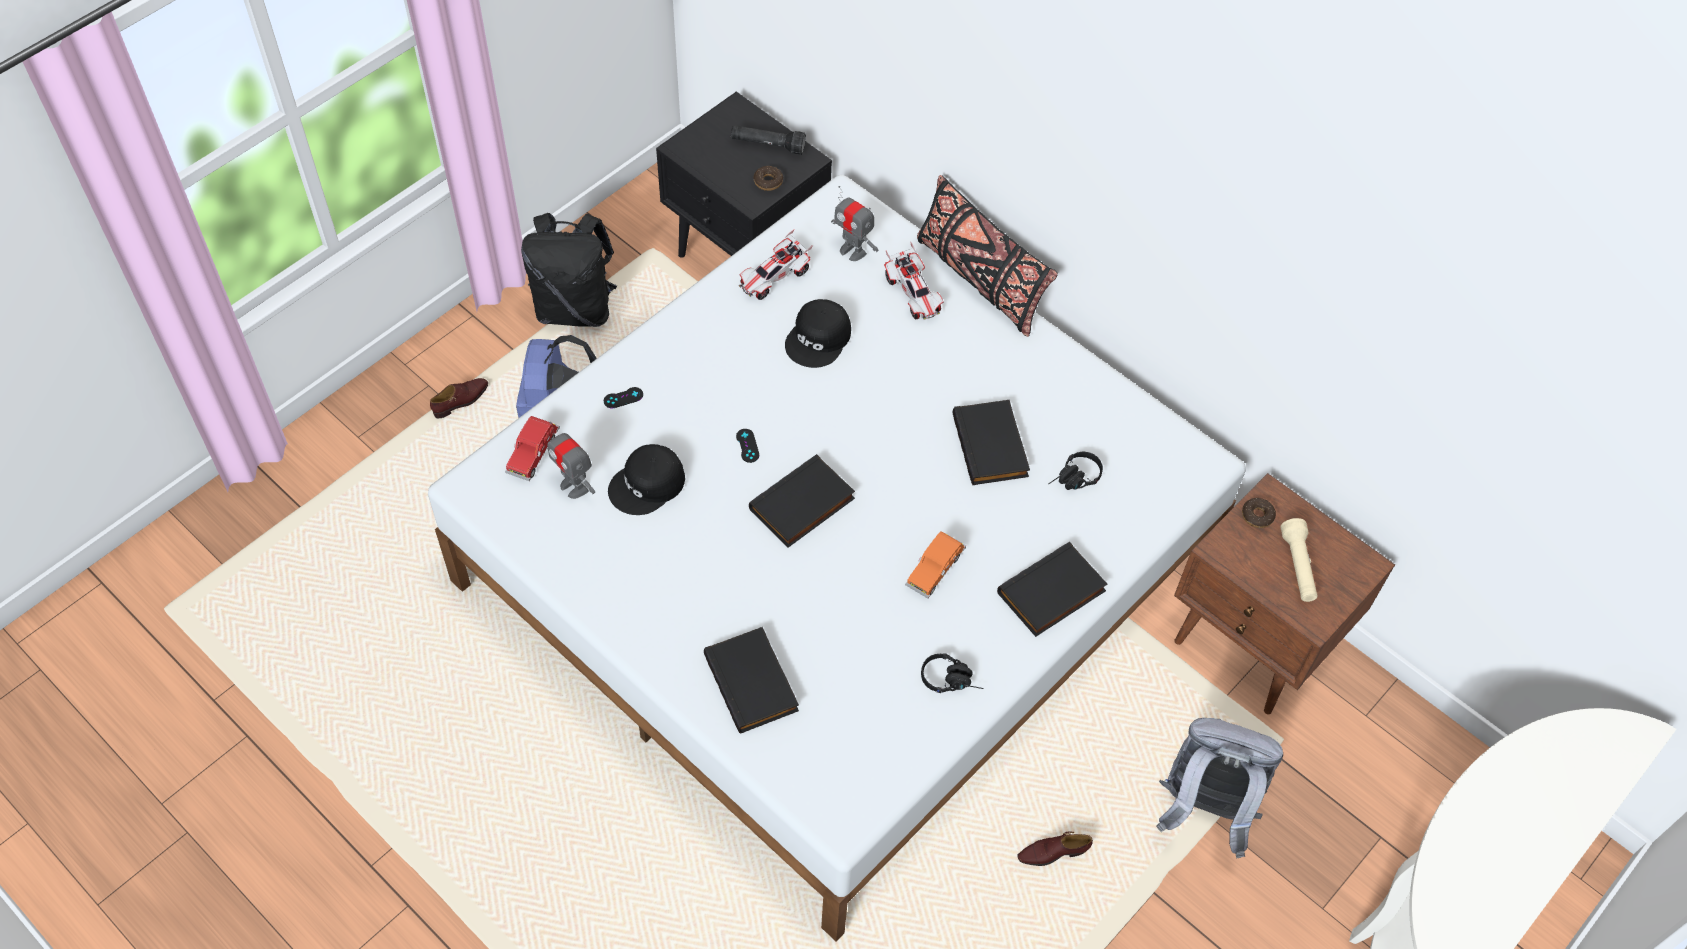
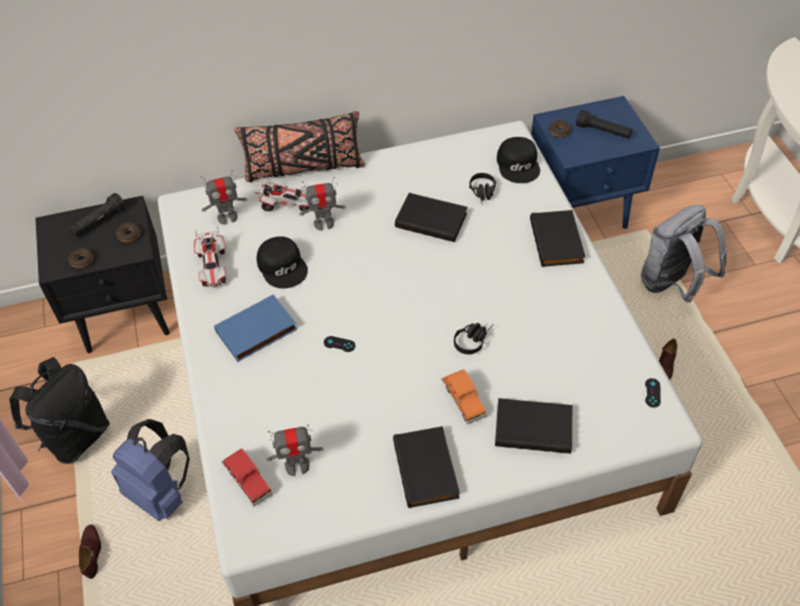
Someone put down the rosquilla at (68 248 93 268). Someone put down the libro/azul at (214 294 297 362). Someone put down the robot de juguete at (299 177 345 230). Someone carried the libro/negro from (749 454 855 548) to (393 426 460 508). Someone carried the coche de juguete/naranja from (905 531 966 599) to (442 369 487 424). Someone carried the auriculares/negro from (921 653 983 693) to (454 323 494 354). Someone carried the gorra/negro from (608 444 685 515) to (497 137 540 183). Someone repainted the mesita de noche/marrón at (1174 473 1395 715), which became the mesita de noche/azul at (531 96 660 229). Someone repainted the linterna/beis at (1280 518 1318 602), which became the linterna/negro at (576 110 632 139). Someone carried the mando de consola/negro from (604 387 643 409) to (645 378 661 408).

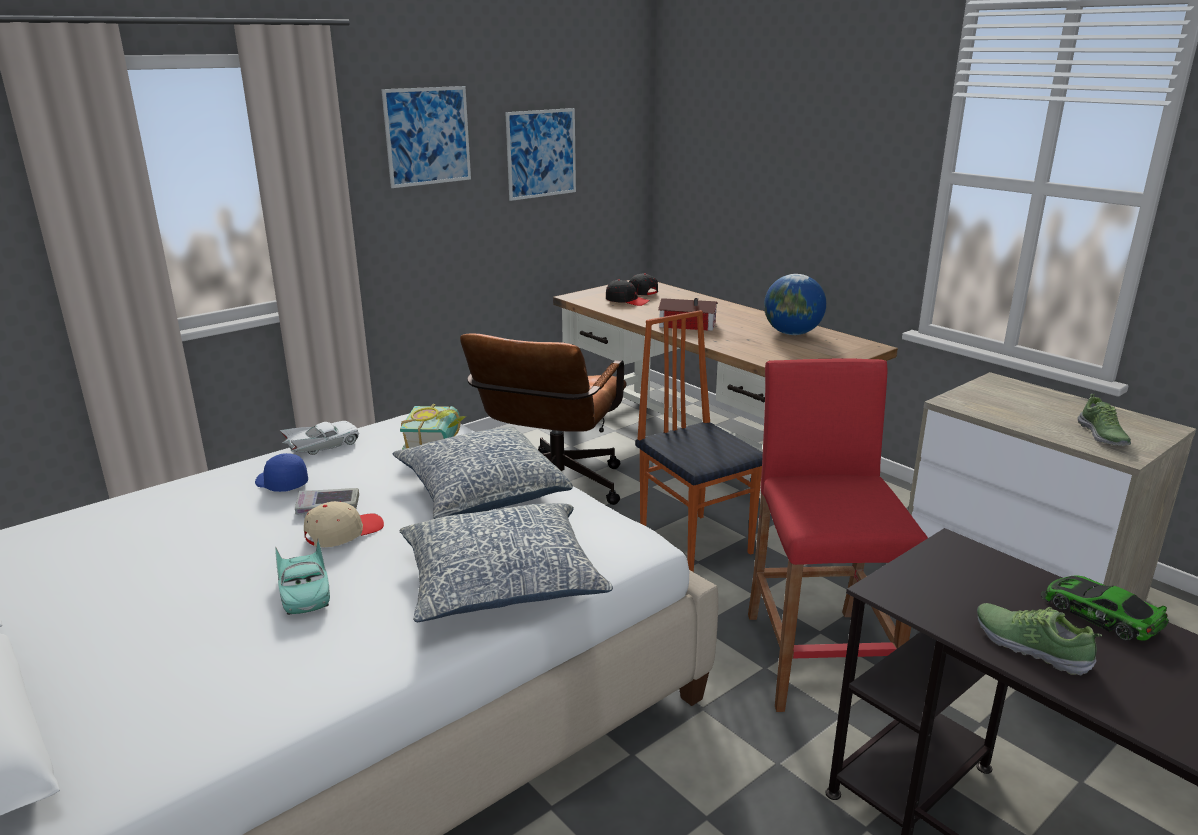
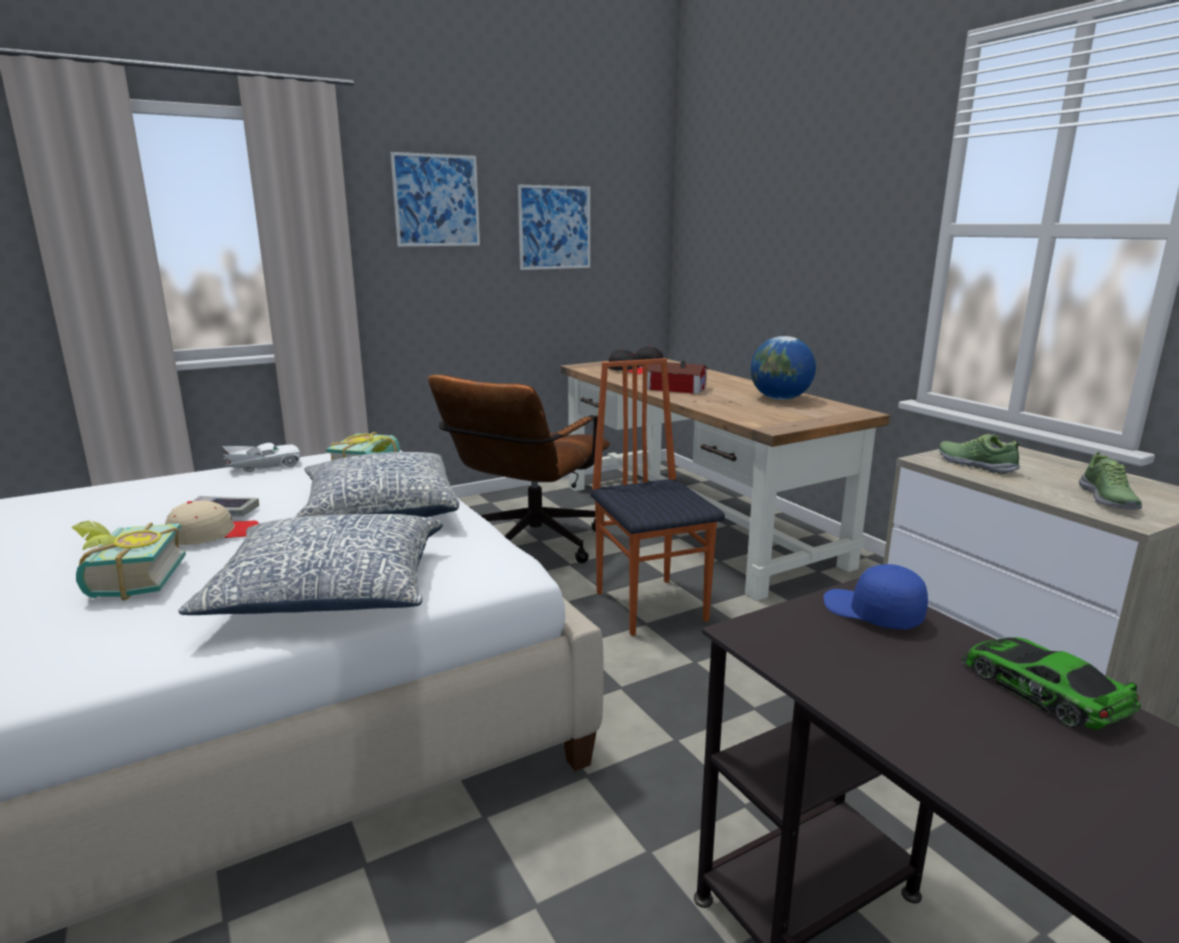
Someone swapped the coche de juguete/turquesa at (275 539 330 615) for the libro at (71 520 186 600). Someone carried the gorra/azul from (255 453 308 492) to (823 564 928 629). Someone carried the zapato from (977 603 1103 675) to (939 433 1022 474). Someone took away the taburete/rojo at (748 359 928 712).

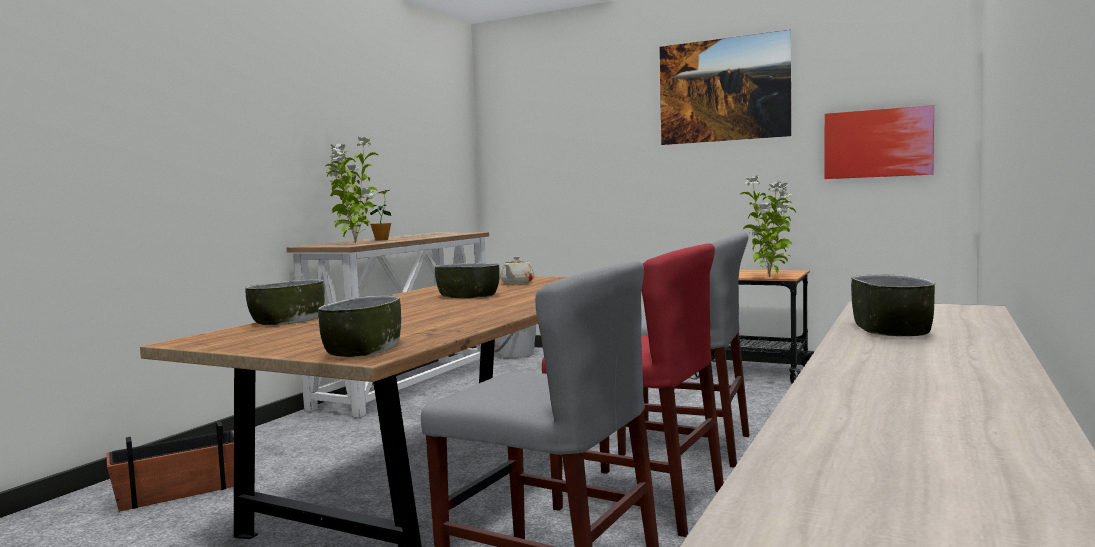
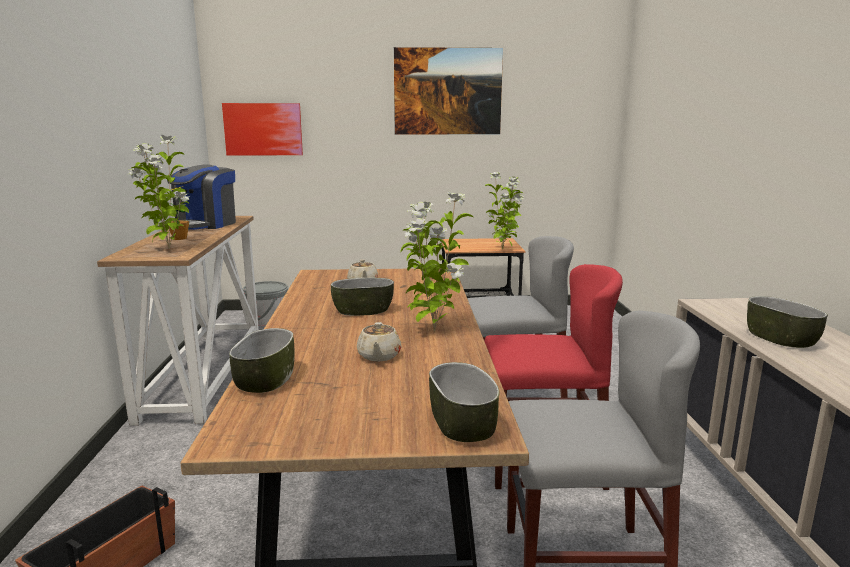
Someone put down the cafetera at (167 164 236 230). Someone carried the cuadro from (825 105 934 179) to (222 103 303 156). Someone put down the tetera/beis at (357 322 402 361). Someone put down the planta en maceta at (401 191 473 331).

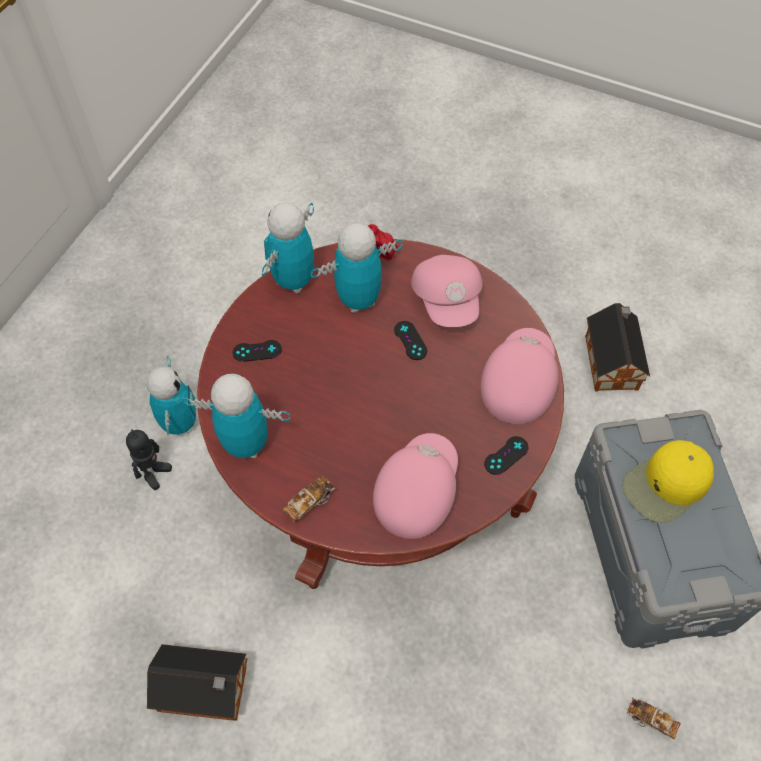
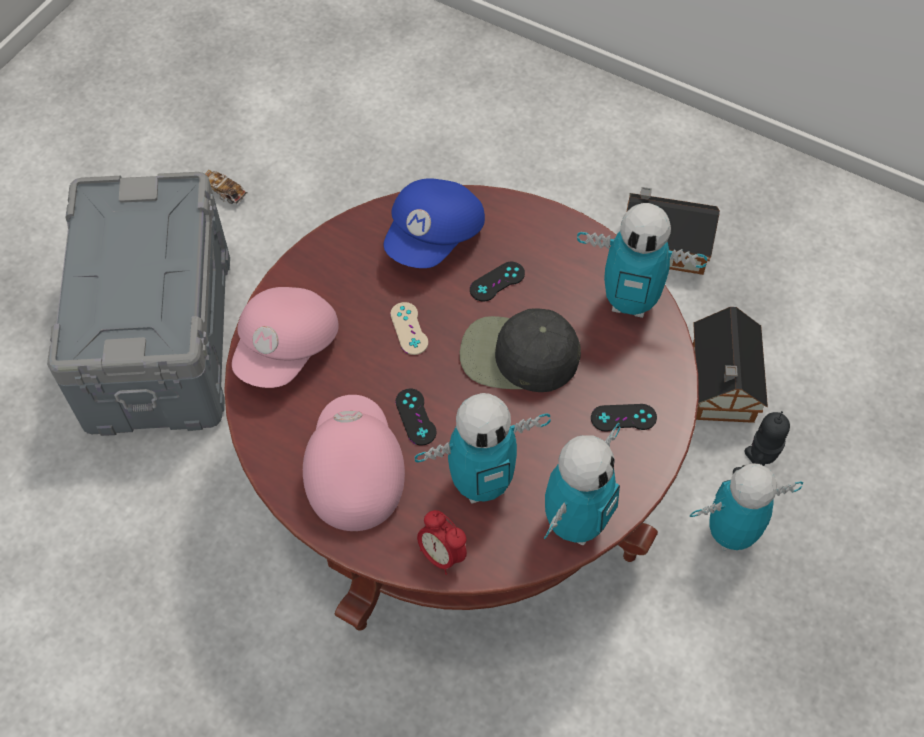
Someone repainted the gorra/rosa at (373 433 458 539), which became the gorra/azul at (383 178 485 268). Someone put down the mando de consola/beis at (390 302 428 355). Someone put down the gorra/negro at (460 308 581 392). Someone carried the mando de consola/negro from (484 436 529 475) to (470 262 525 302). Someone rotated the robot de juguete at (146 356 196 435) by 75 degrees clockwise. Someone carried the casita from (585 303 650 392) to (693 307 768 423). Someone took away the coche de juguete at (283 475 337 523). Someone took away the gorra/amarillo at (622 440 714 523).

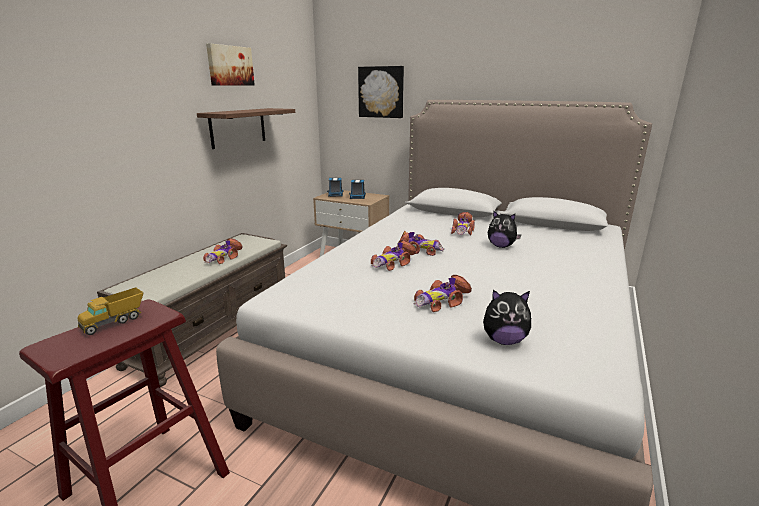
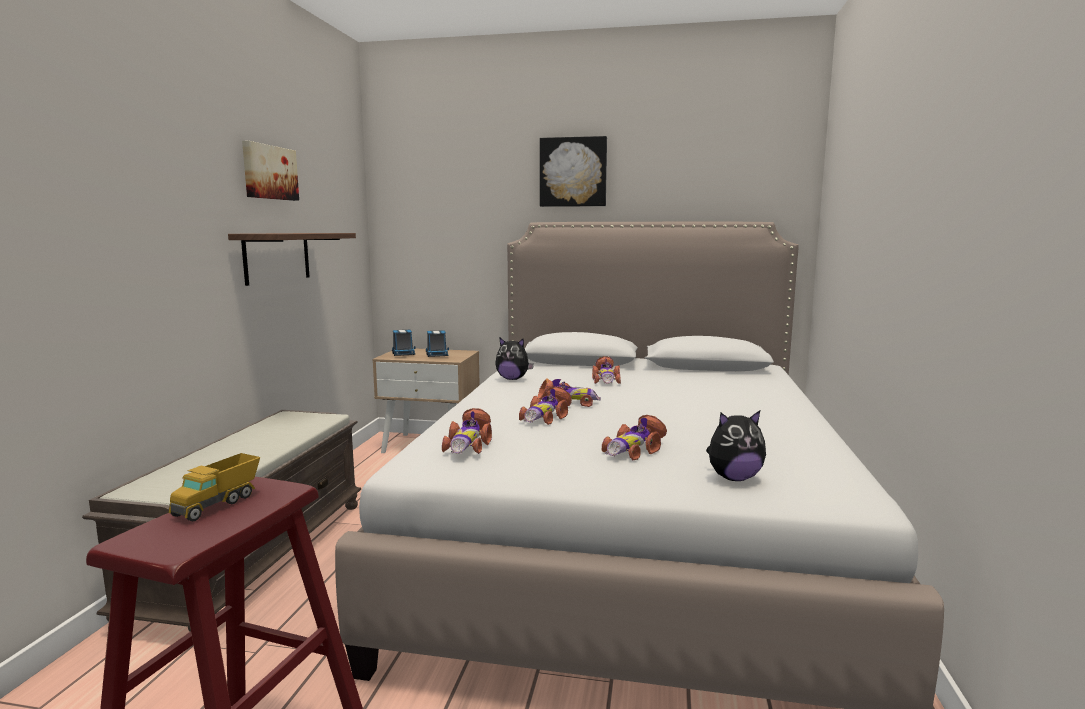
Someone carried the coche de juguete from (203 238 242 264) to (442 408 492 454). Someone carried the peluche from (488 210 521 248) to (495 337 534 380). Someone carried the cuadro from (358 66 404 118) to (540 136 607 207).

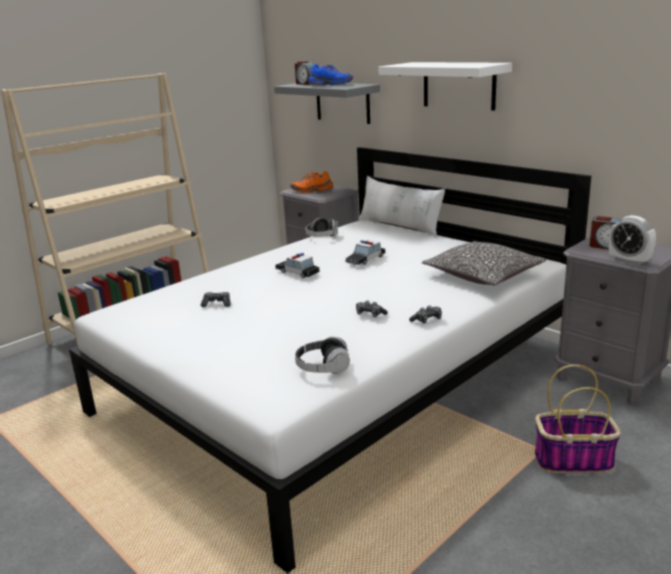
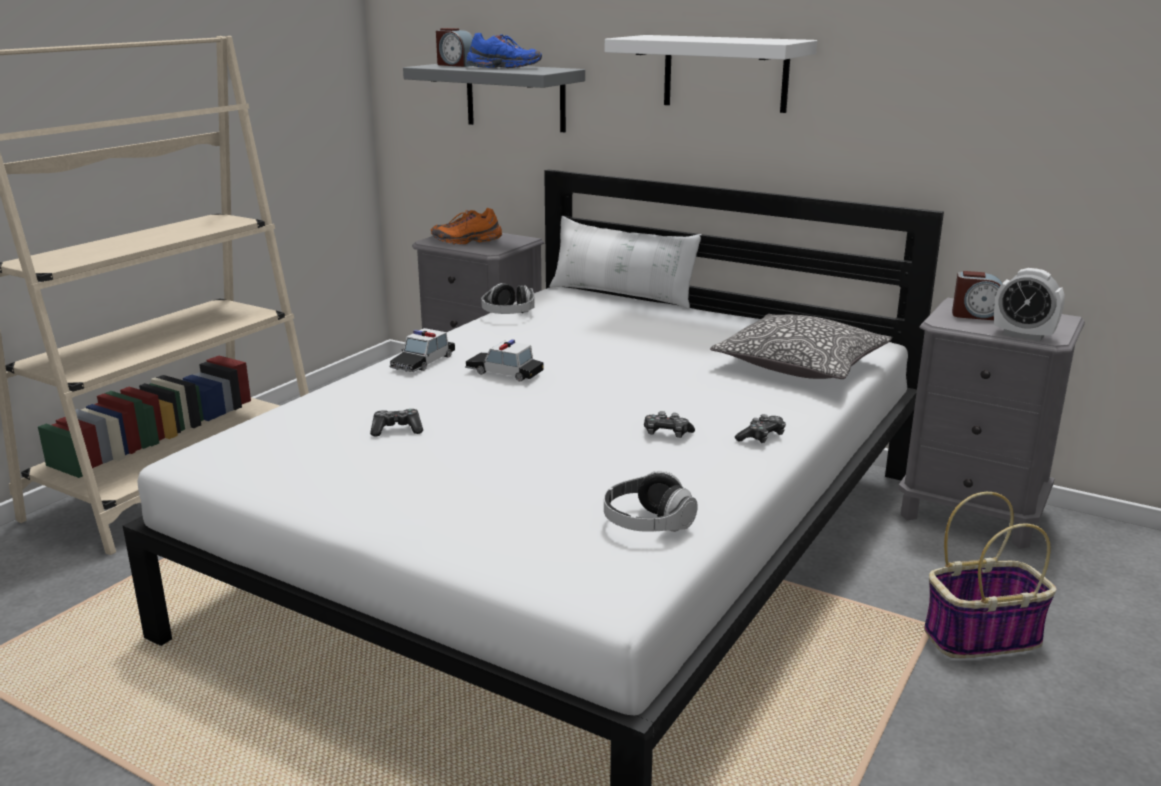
Someone carried the coche de juguete from (345 239 385 265) to (390 328 455 372).

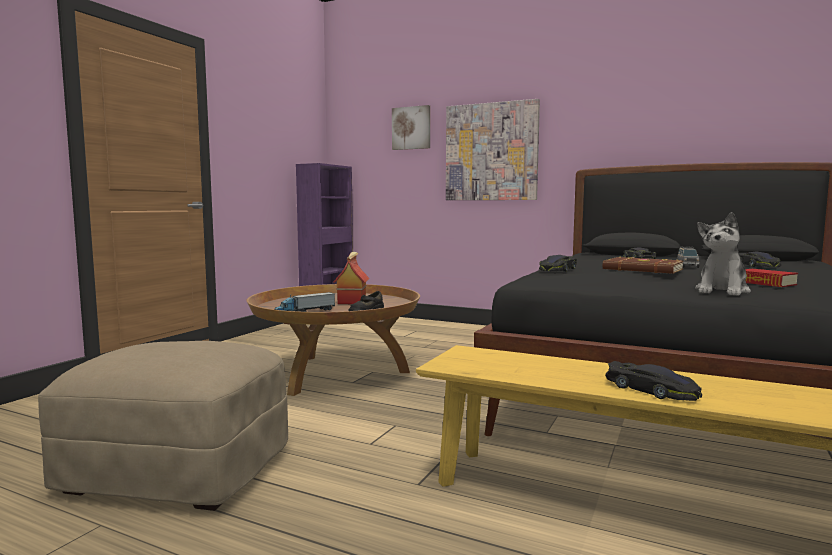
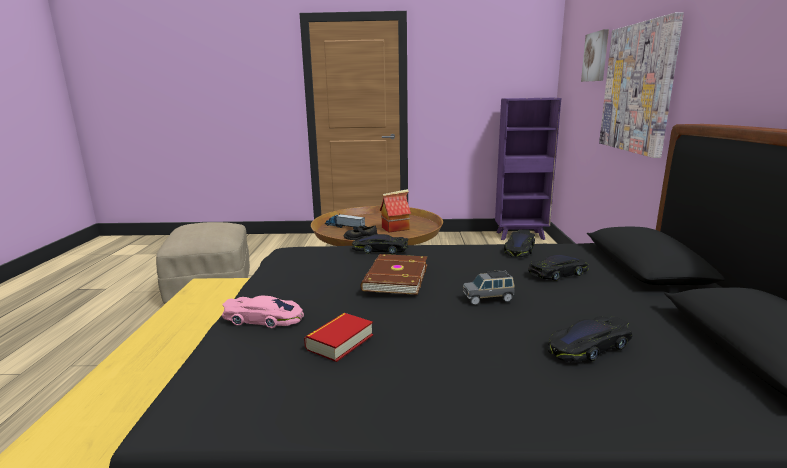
Someone swapped the peluche at (695 212 751 296) for the coche de juguete/rosa at (222 296 304 328). Someone carried the coche de juguete/negro from (605 361 702 401) to (504 230 535 257).

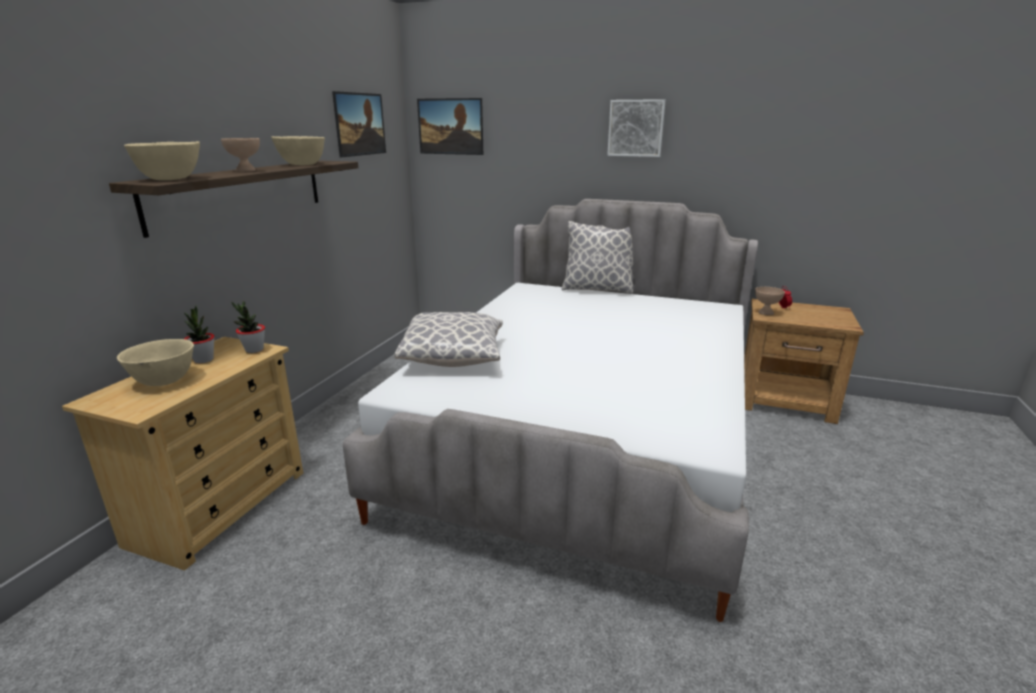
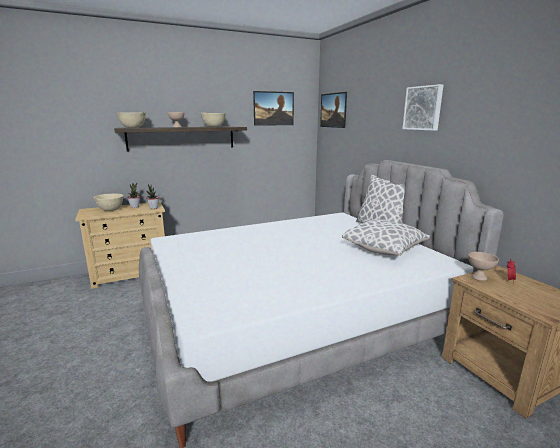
Someone carried the cojín from (394 312 503 367) to (342 219 430 256).

